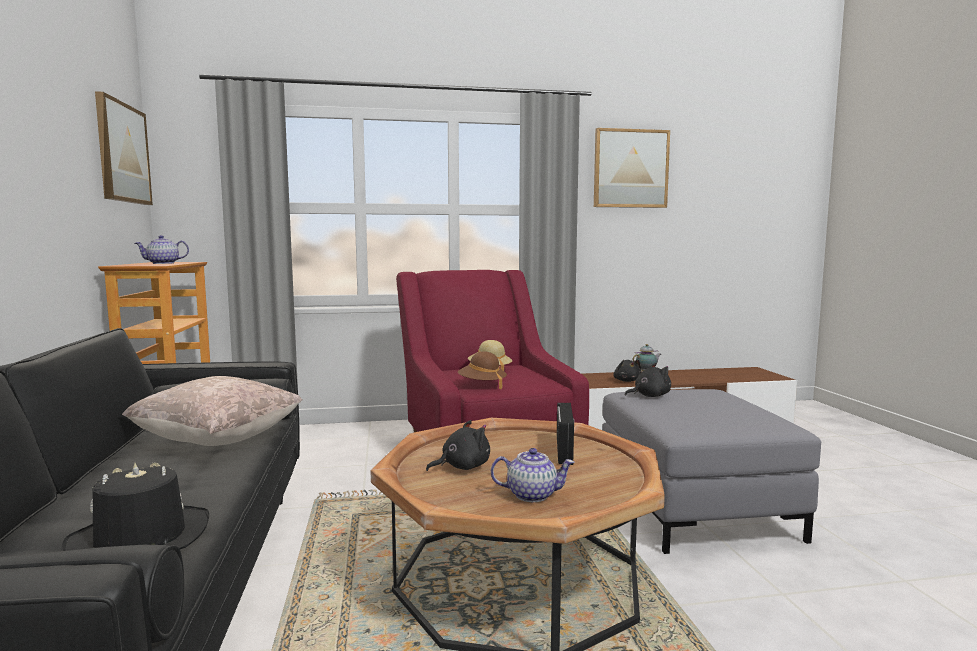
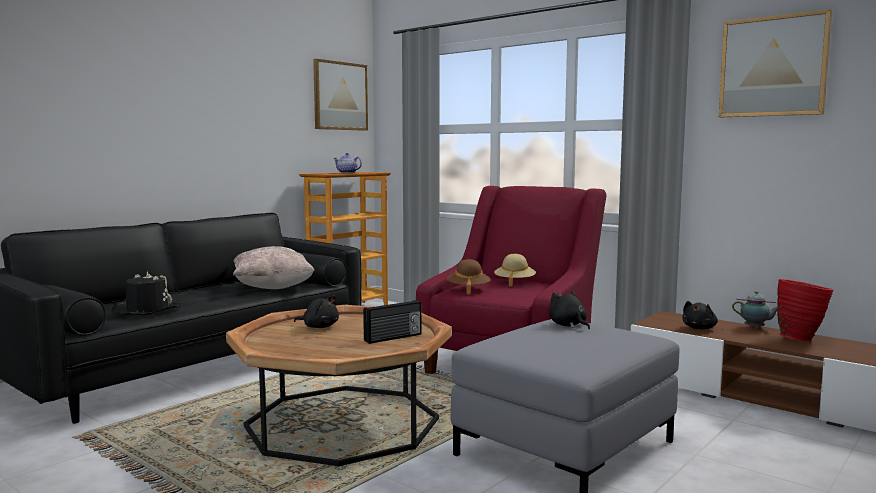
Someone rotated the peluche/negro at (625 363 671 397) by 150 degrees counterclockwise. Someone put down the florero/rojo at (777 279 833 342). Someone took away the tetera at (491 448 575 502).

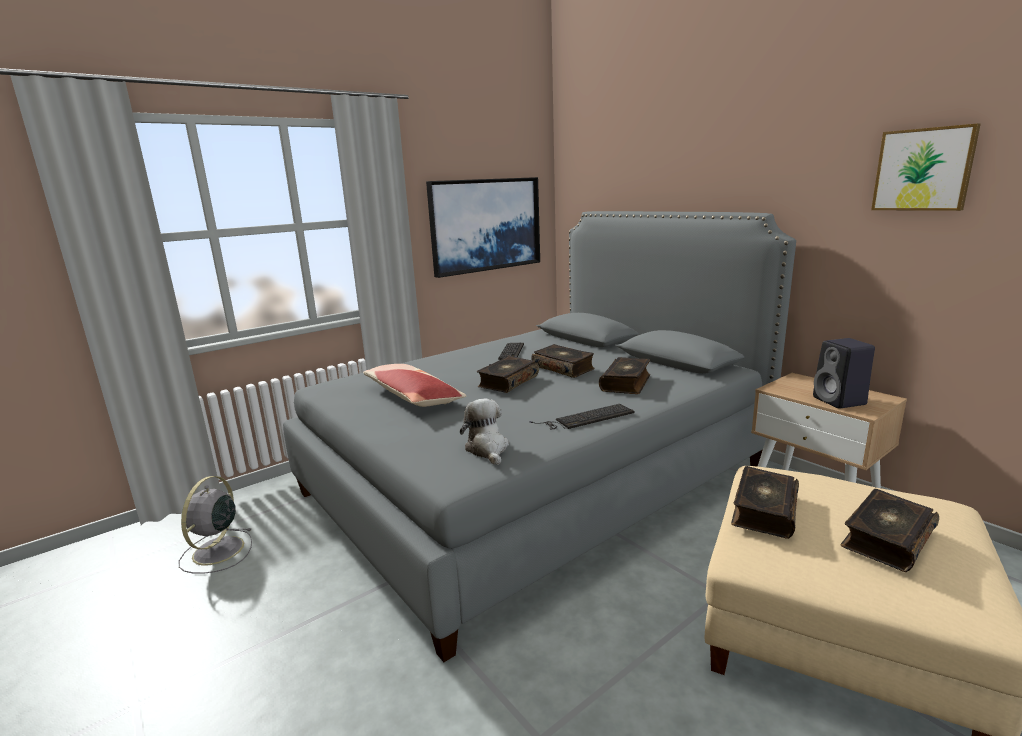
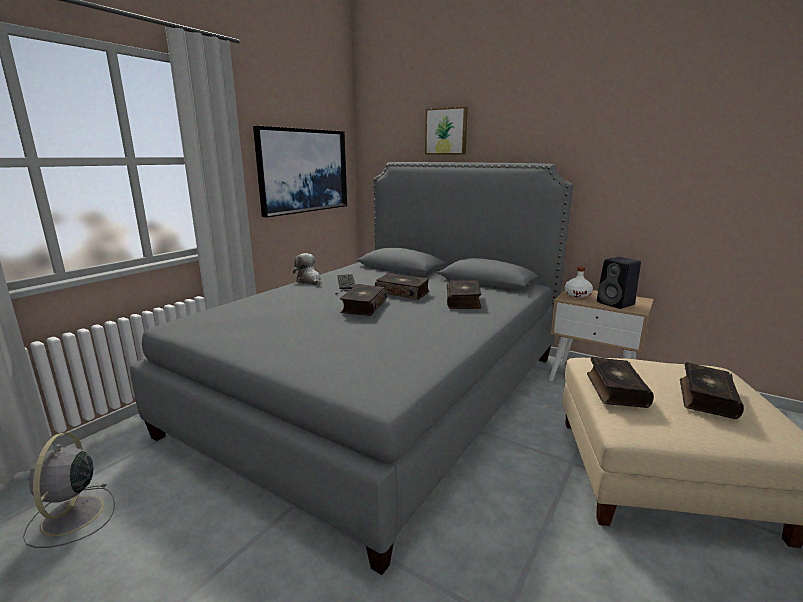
Someone carried the peluche from (460 399 509 465) to (293 253 321 286). Someone carried the cuadro from (871 123 981 211) to (425 107 468 154). Someone put down the botella/blanco at (565 267 593 297). Someone took away the cojín at (363 364 467 407). Someone took away the teclado at (530 404 635 429).

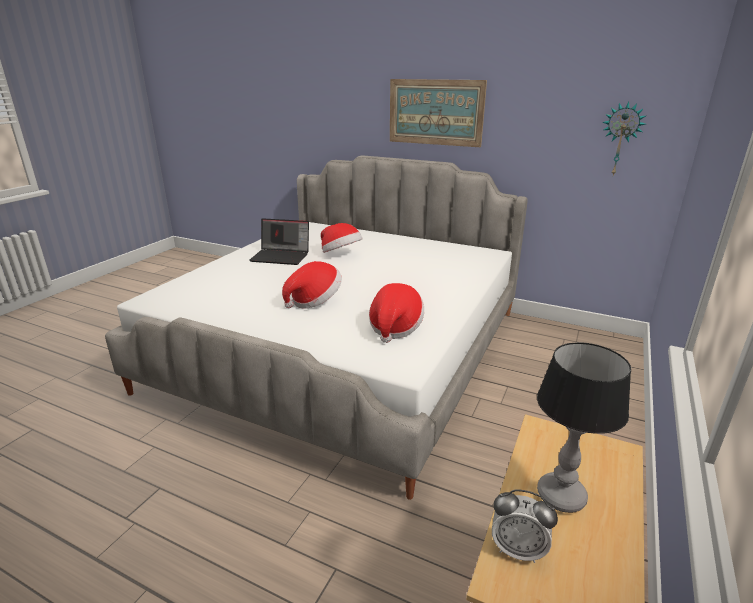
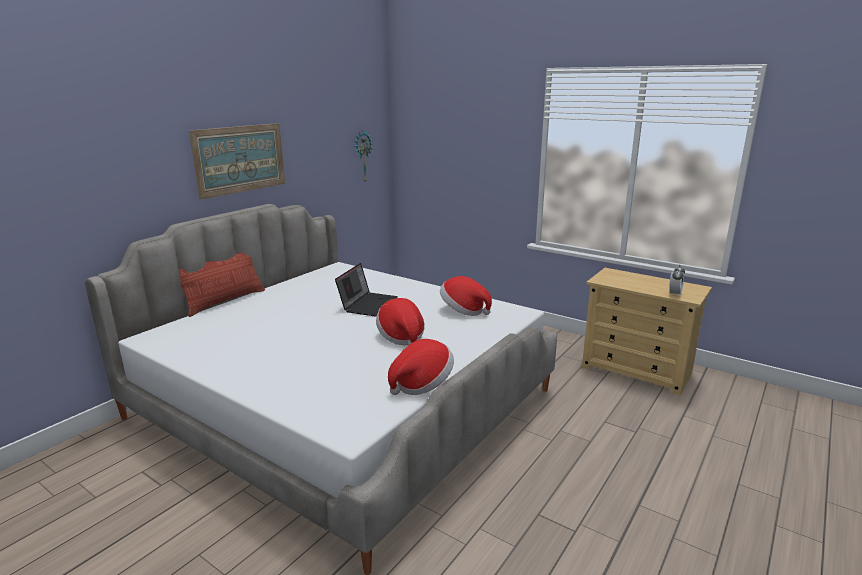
Someone put down the cojín at (179 252 265 317). Someone carried the portátil from (249 218 309 265) to (335 263 398 316). Someone carried the sombrero from (321 223 363 253) to (388 339 454 395). Someone took away the lámpara de mesa at (537 342 631 513).

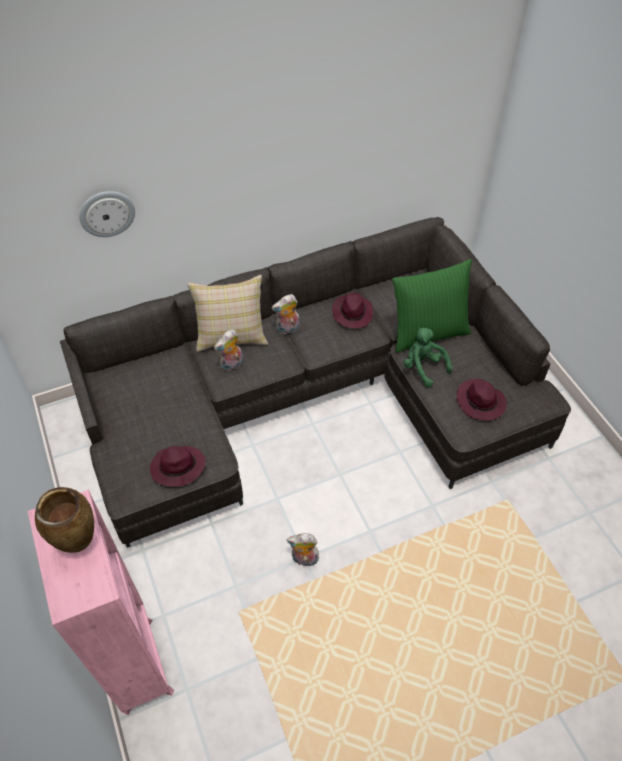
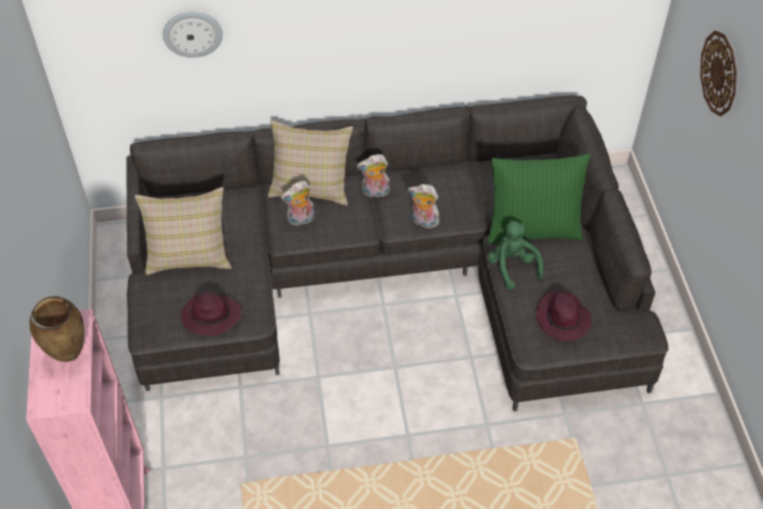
Someone put down the cojín/beis at (135 187 232 275). Someone carried the peluche from (287 533 319 566) to (408 184 441 228). Someone put up the reloj de pared at (700 31 737 116). Someone took away the sombrero/morado at (332 293 373 329).

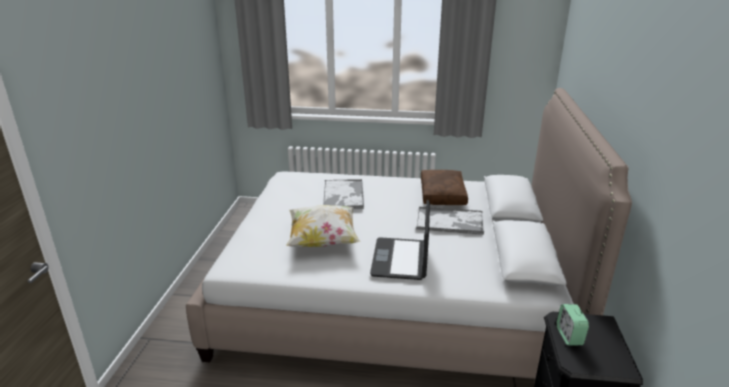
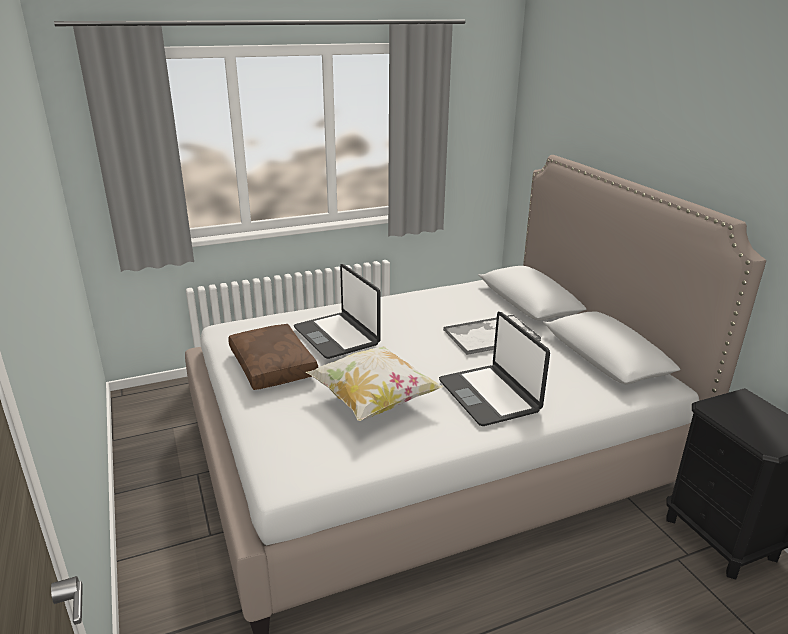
Someone carried the cojín/marrón from (421 170 468 205) to (228 324 318 390). Someone swapped the bandeja at (323 179 364 209) for the portátil at (294 264 381 359). Someone took away the despertador at (556 304 589 346).

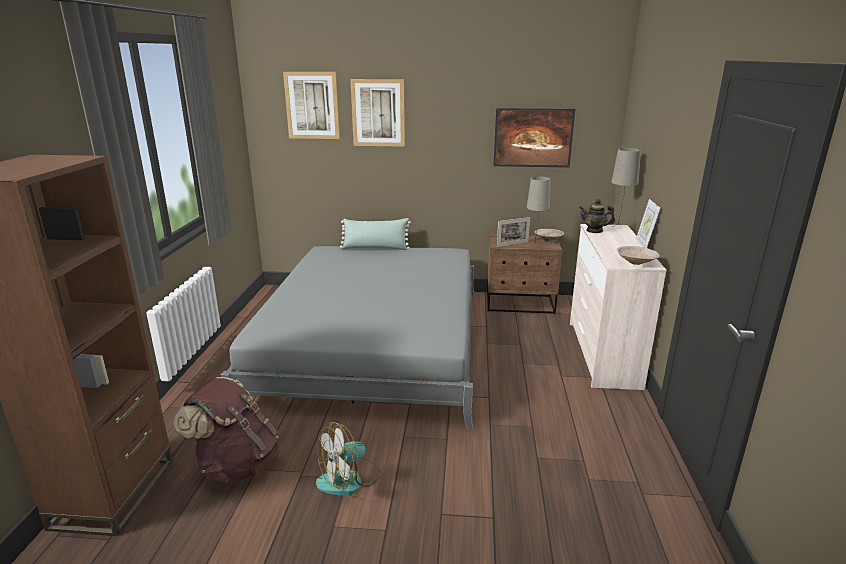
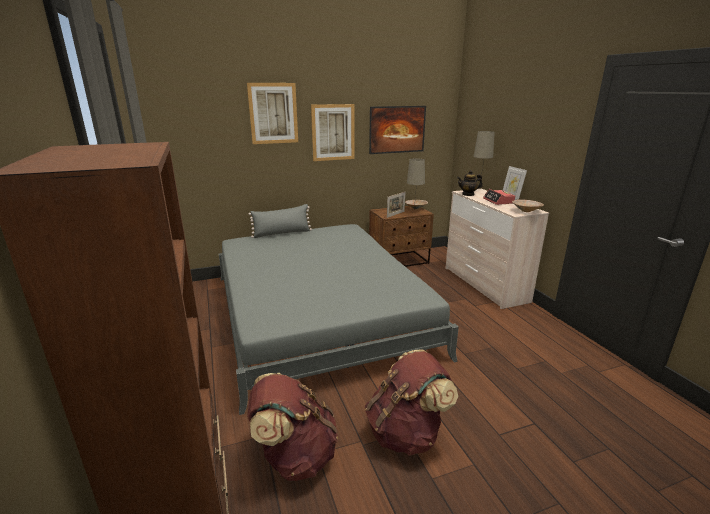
Someone repainted the cojín/verde at (340 218 411 250), which became the cojín/gris at (248 204 312 238). Someone carried the cuadro from (283 72 340 139) to (311 104 355 161). Someone swapped the ventilador at (316 422 381 496) for the mochila/marrón at (365 349 458 456). Someone put down the despertador at (483 189 515 205).

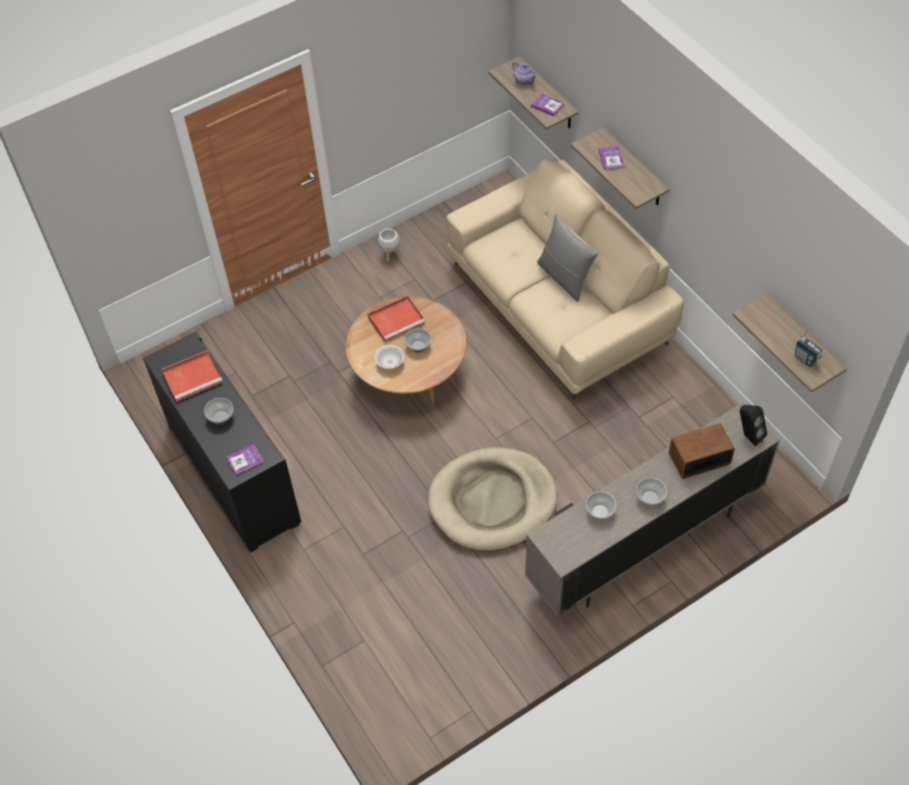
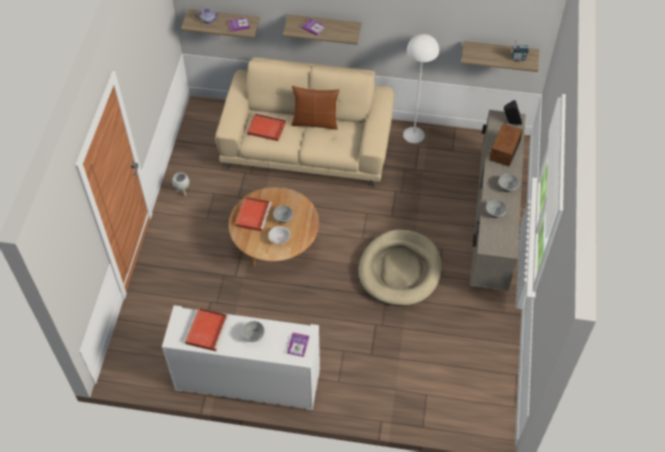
Someone repainted the armario/negro at (143 331 301 553), which became the armario/blanco at (162 305 320 410). Someone put down the bandeja/rojo at (247 113 286 141). Someone repainted the cojín/gris at (537 214 599 302), which became the cojín/marrón at (291 86 340 130). Someone put down the lámpara de pie/blanco at (403 34 439 143).

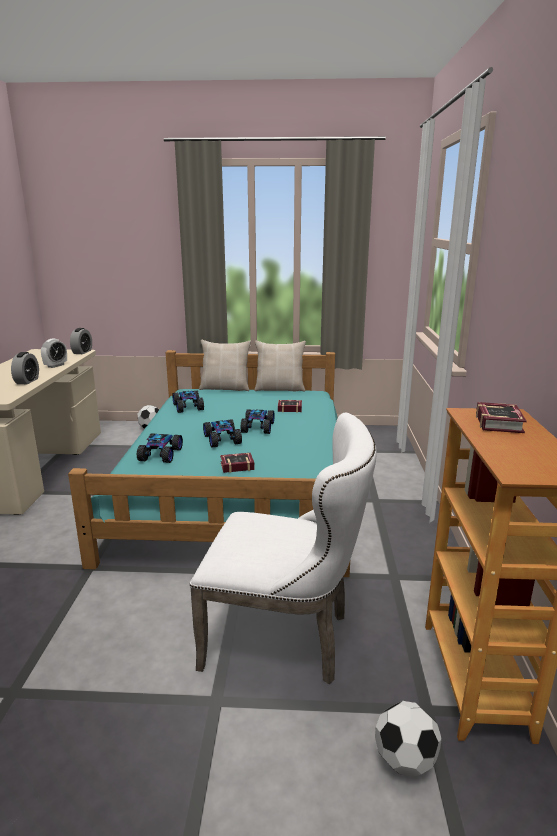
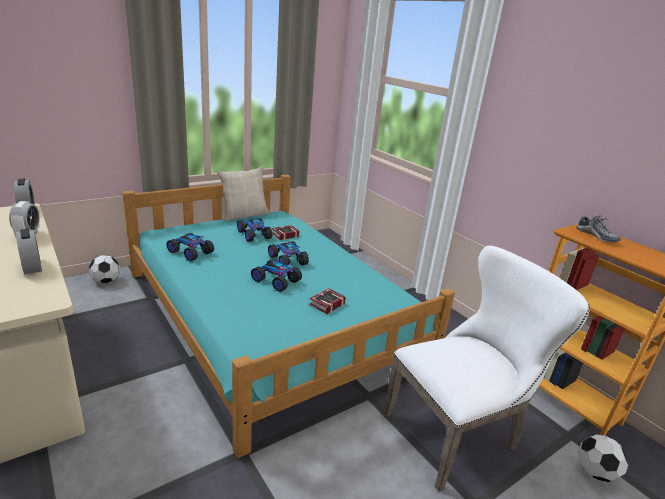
Someone carried the coche de juguete from (137 433 183 463) to (237 218 273 242). Someone swapped the libro at (476 402 527 433) for the zapato at (576 214 621 242). Someone took away the cojín/beis at (199 340 251 391).

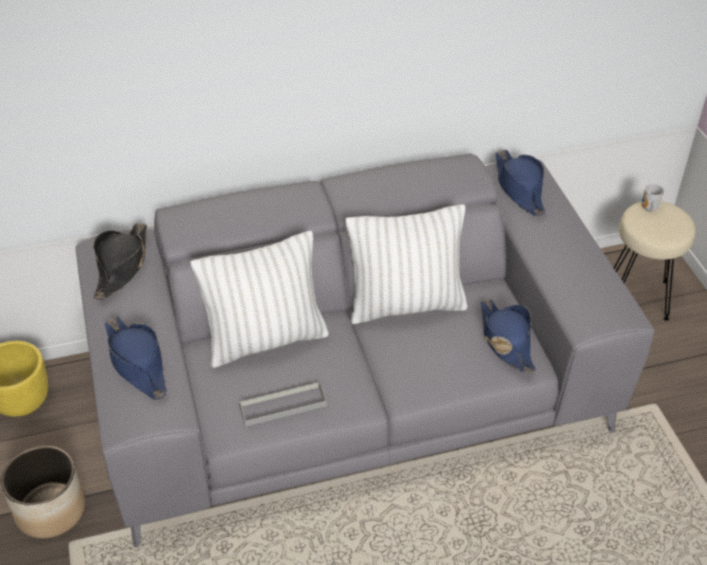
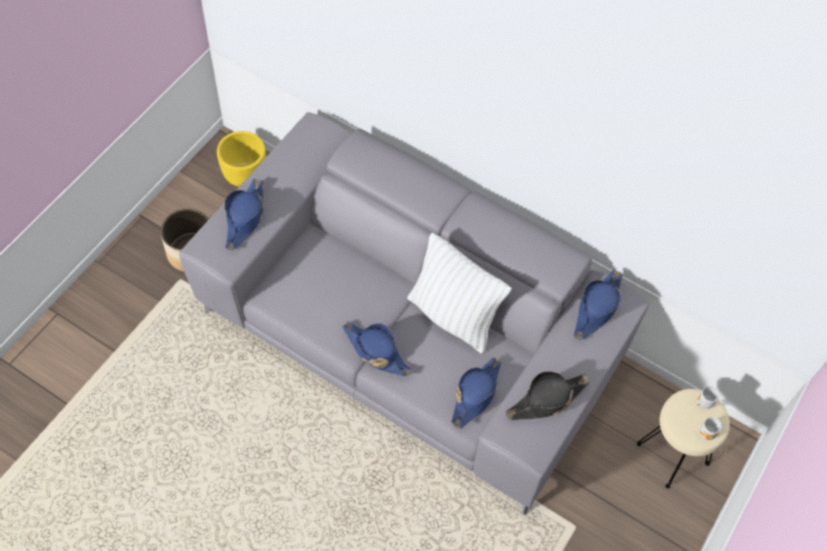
Someone put down the sombrero/azul at (342 321 412 376). Someone carried the sombrero/negro from (93 223 147 300) to (505 371 590 420). Someone put down the taza grande at (700 417 723 440). Someone took away the cojín/blanco at (190 231 329 368). Someone took away the bandeja/gris at (239 381 326 426).

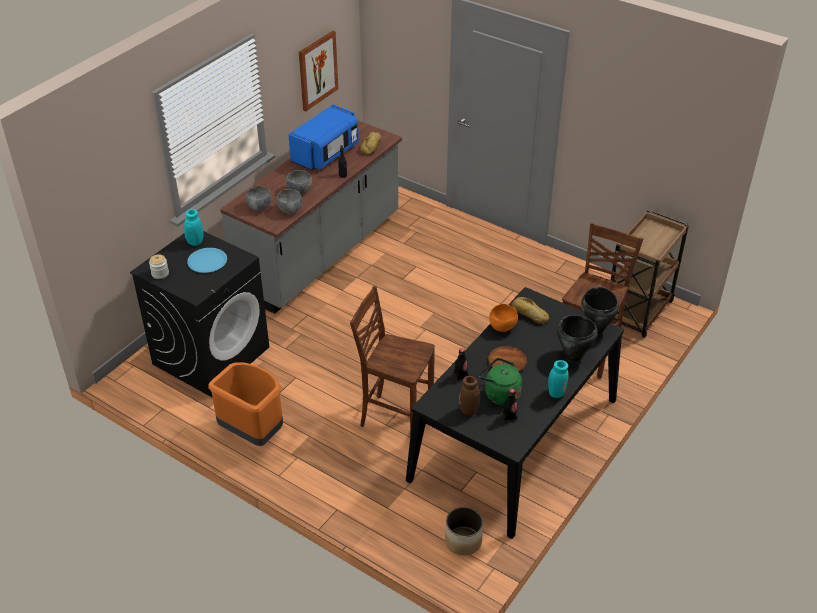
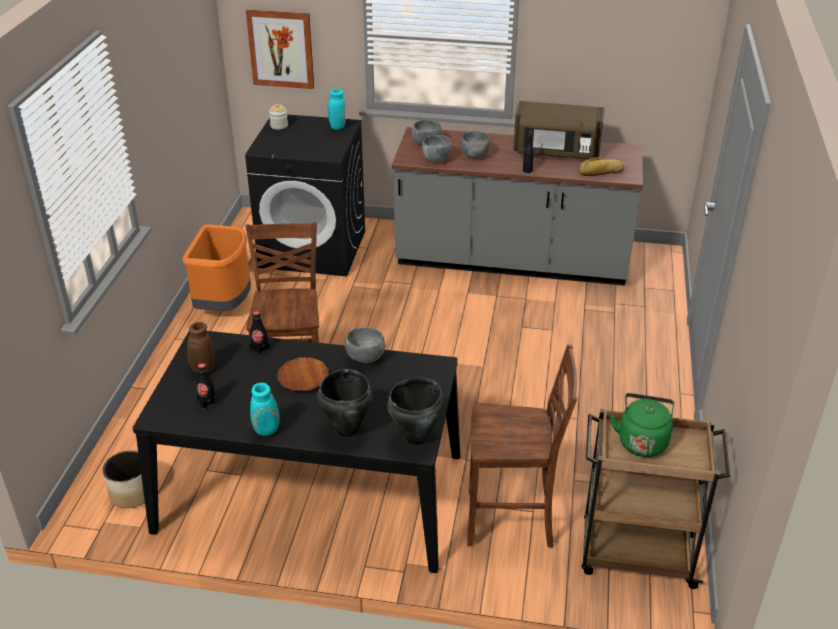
Someone carried the cuadro from (299 30 338 111) to (246 10 314 89). Someone repainted the cuenco/naranja at (489 304 518 332), which became the cuenco/gris at (345 327 385 364). Someone repainted the microondas/azul at (288 104 359 170), which became the microondas/marrón at (513 101 605 159). Someone carried the hervidor/verde from (479 358 522 405) to (610 393 674 457). Someone took away the plato/azul at (187 248 227 273). Someone took away the pan at (511 297 549 324).

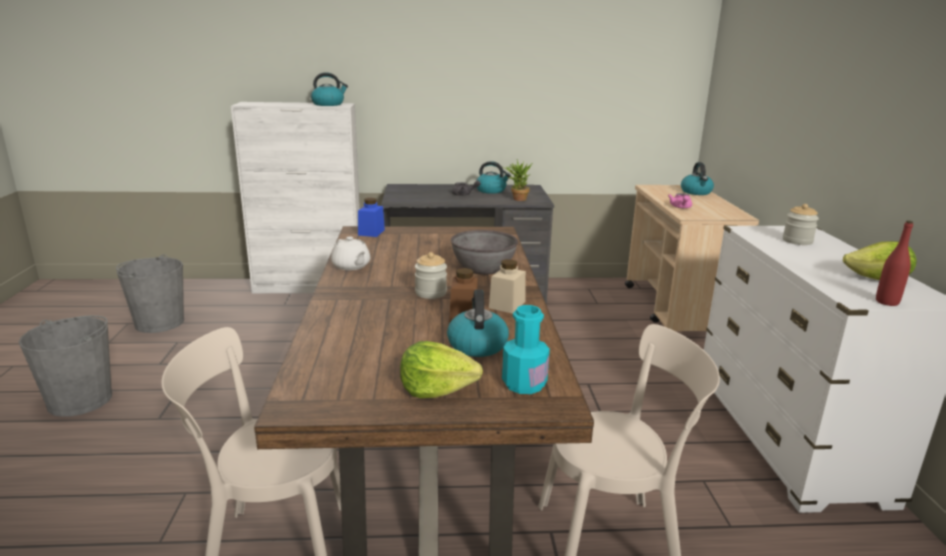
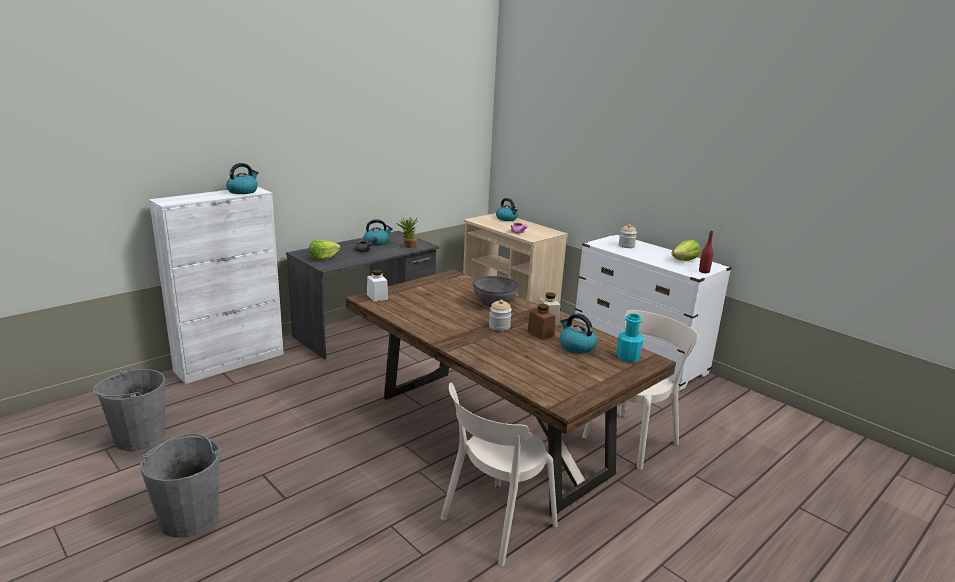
Someone carried the lechuga from (400 341 483 398) to (309 240 341 261). Someone repainted the tarro/azul at (358 198 385 237), which became the tarro/blanco at (367 270 388 302). Someone took away the tetera/blanco at (331 236 370 270).

